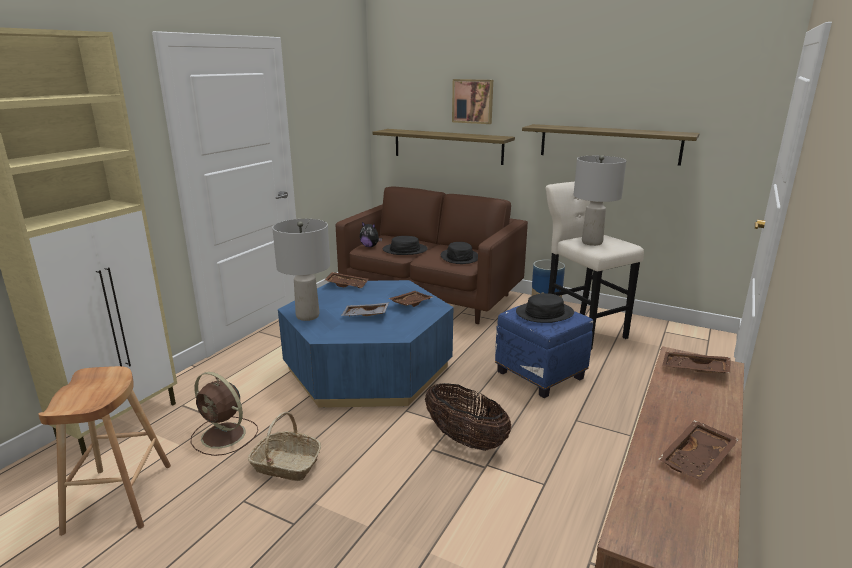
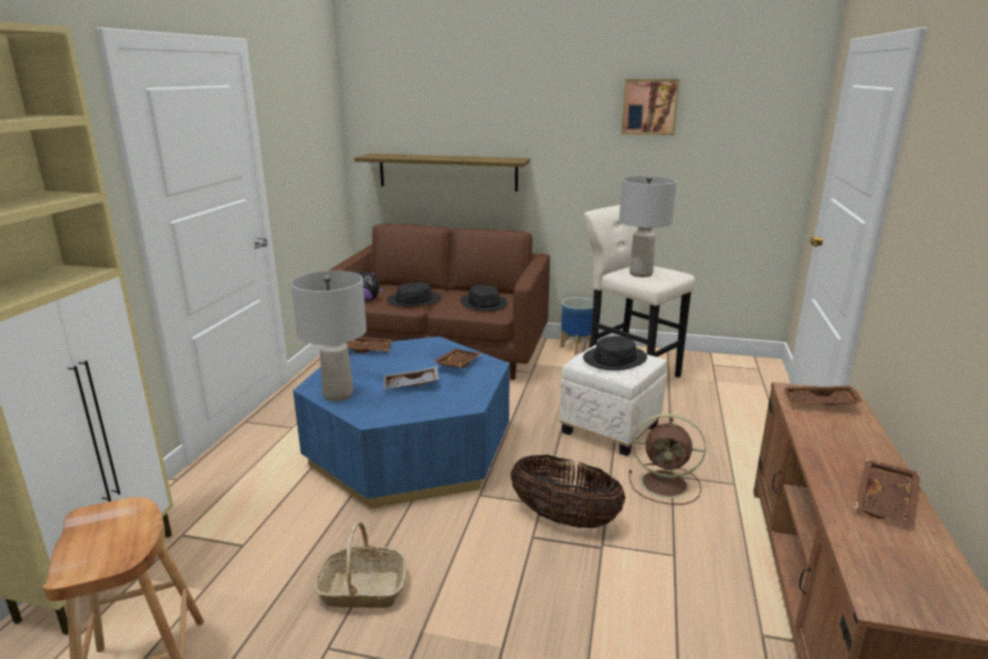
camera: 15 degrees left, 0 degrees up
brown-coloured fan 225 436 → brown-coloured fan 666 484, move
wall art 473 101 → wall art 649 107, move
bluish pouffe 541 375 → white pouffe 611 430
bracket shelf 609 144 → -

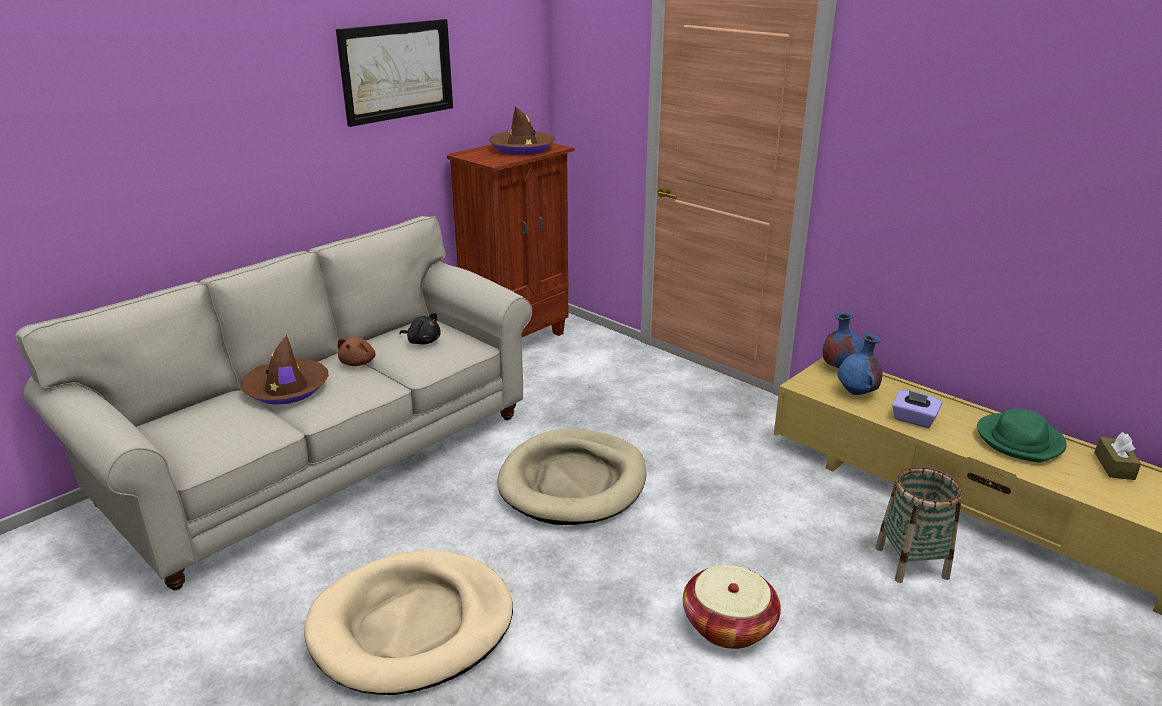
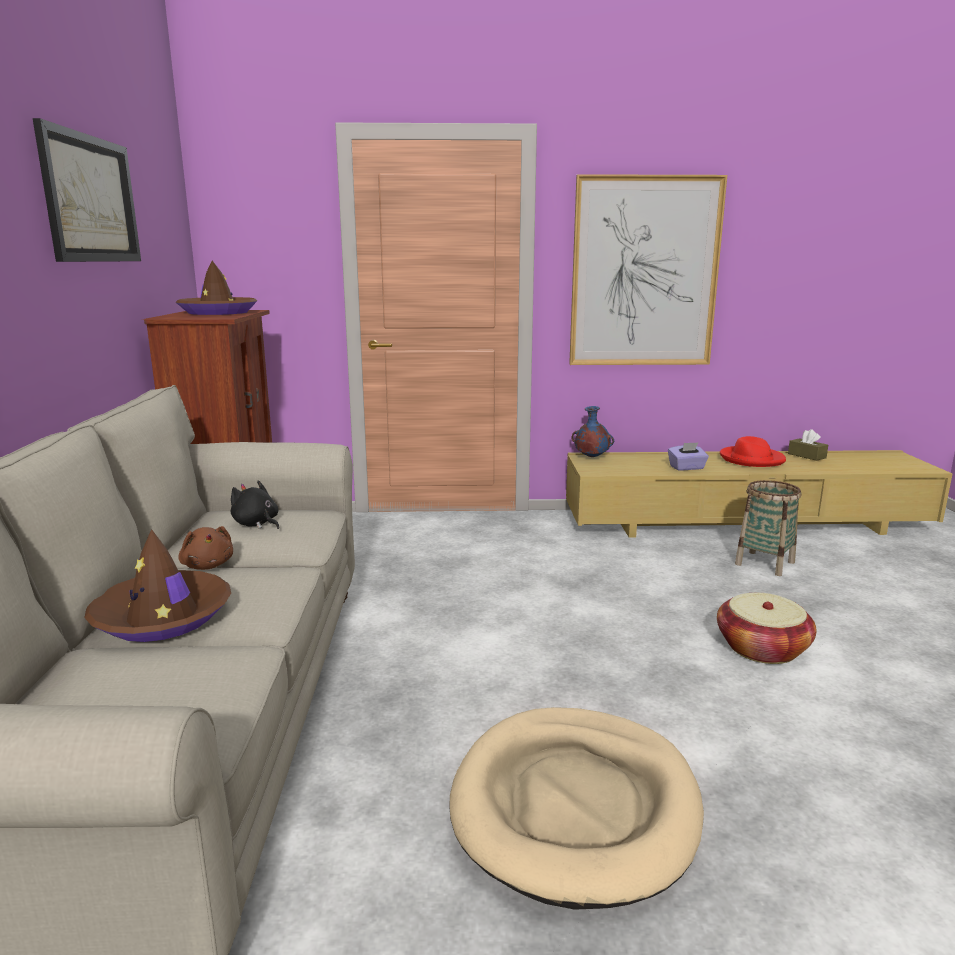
camera: 45 degrees left, 10 degrees down
black soft toy 423 341 → black soft toy 257 524, 120 degrees counterclockwise
beige dog bed 573 482 → -
bluish vase 857 393 → -
green-coloured clothing hat 1020 440 → red clothing hat 751 459
- → wall art 644 273

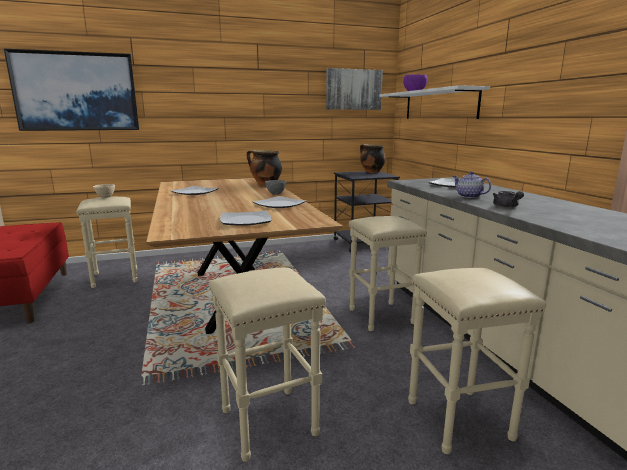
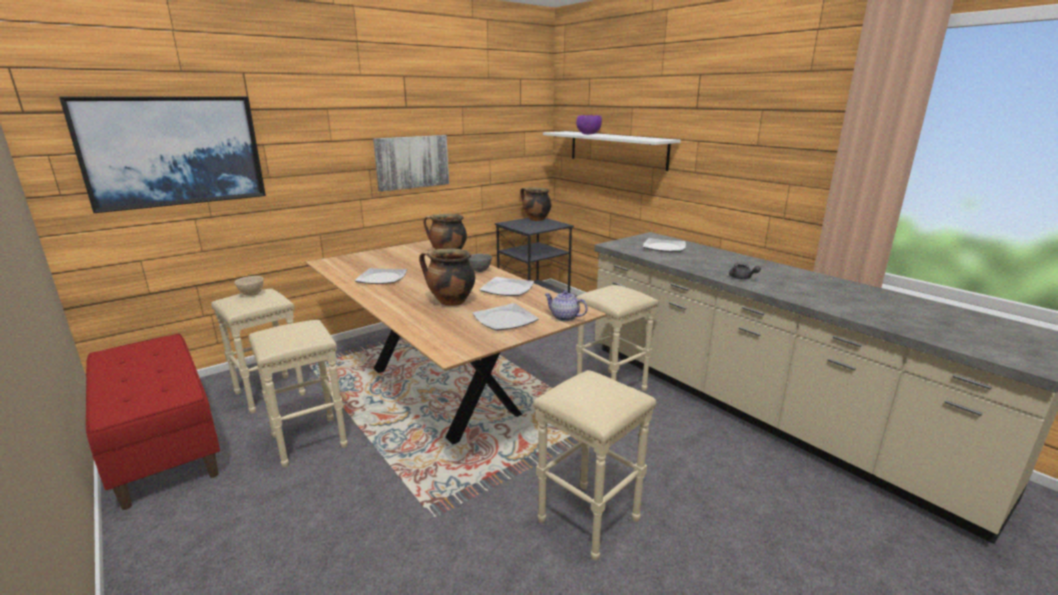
camera: 20 degrees left, 5 degrees up
wall art 353 89 → wall art 412 162, move
beige stool seat 456 418 → beige stool seat 307 440, move
teapot 468 196 → teapot 564 317, move
- → stockpot 450 302

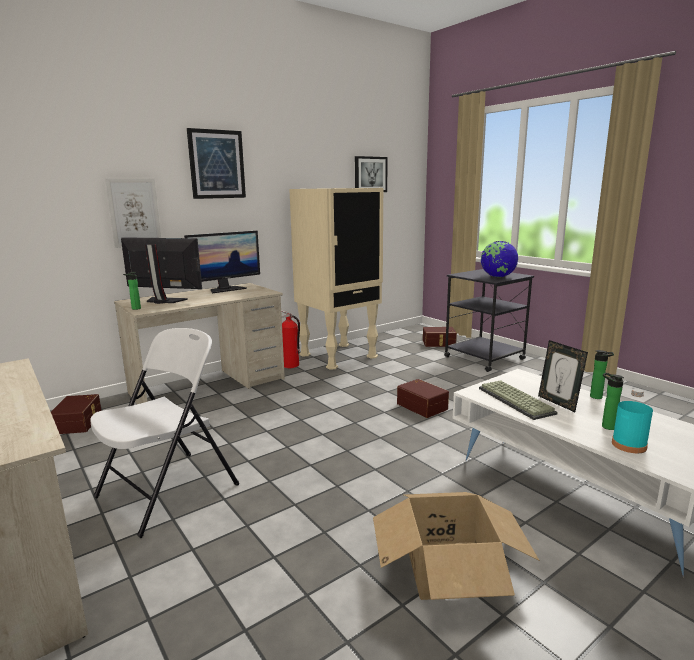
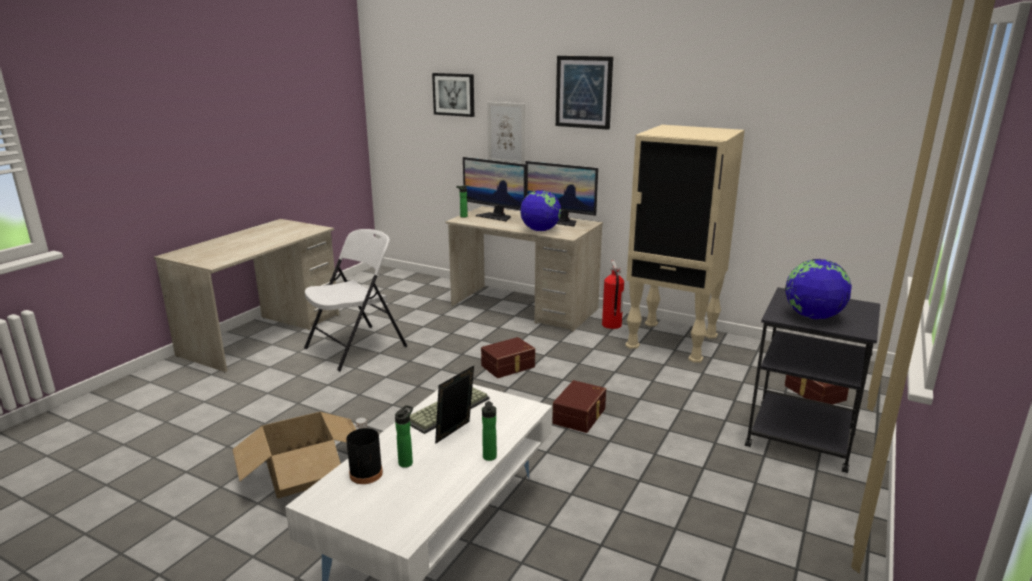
camera: 65 degrees right, 5 degrees up
brown-coloured storage bin 79 422 → brown-coloured storage bin 509 366, move
white upright chair 168 490 → white upright chair 356 347, 60 degrees counterclockwise
computer display 164 301 → computer display 496 216, 135 degrees clockwise
wall art 370 174 → wall art 454 94, move
turquoise-coloured beverage bottle 629 445 → black beverage bottle 366 474
- → desk globe 540 230

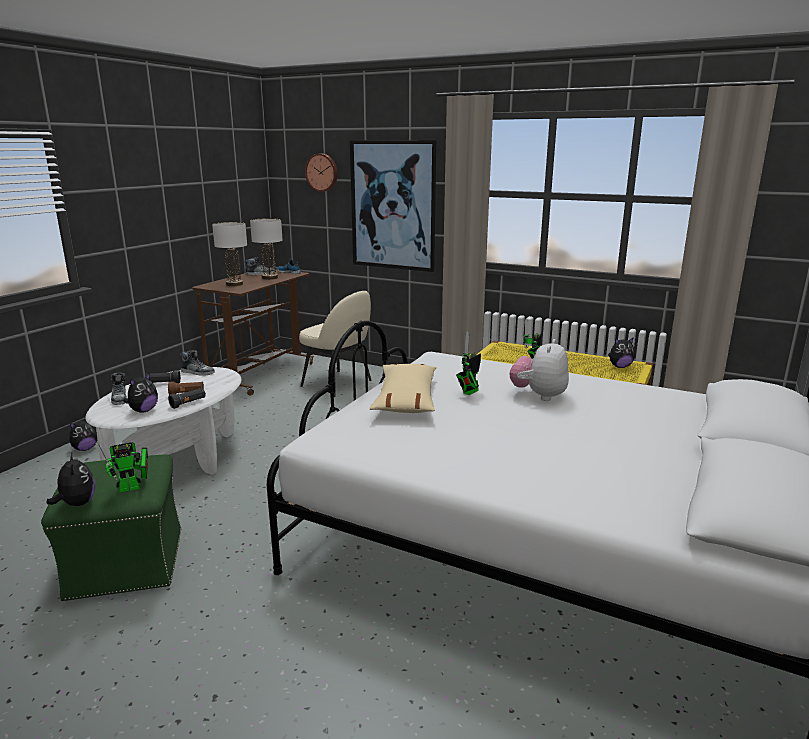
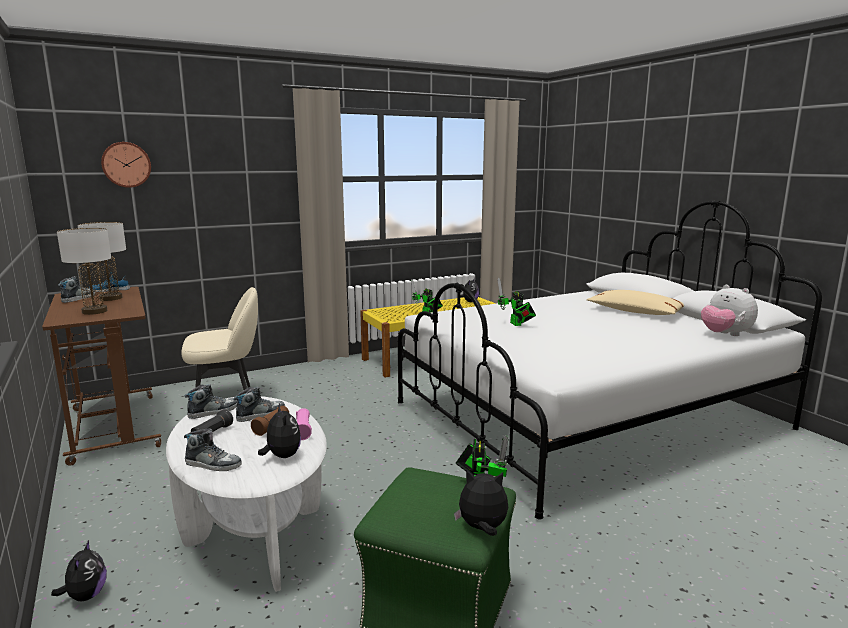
camera: 55 degrees left, 5 degrees down
black flashlight 188 403 → pink-coloured flashlight 303 430
wall art 393 206 → -
beige cushion 406 399 → beige cushion 635 312, move
soft toy 539 396 → soft toy 725 335, move
- → shoe 261 414

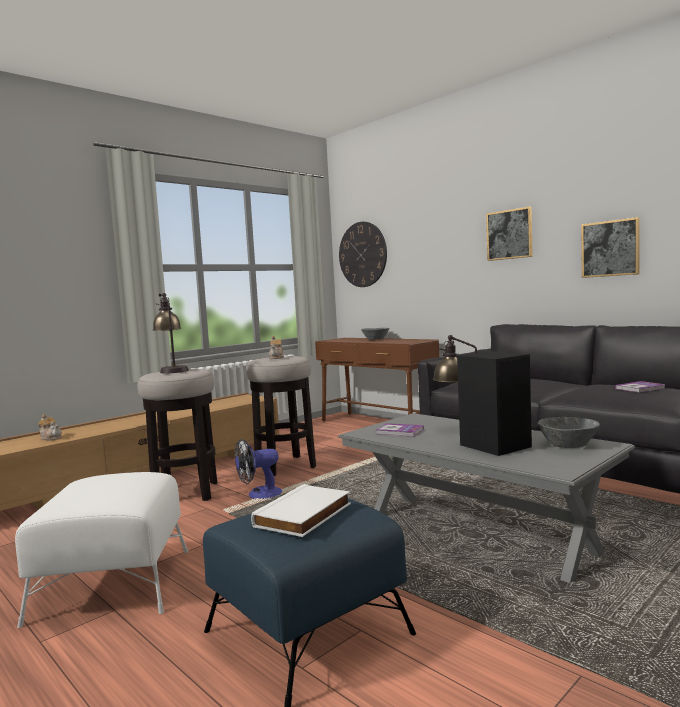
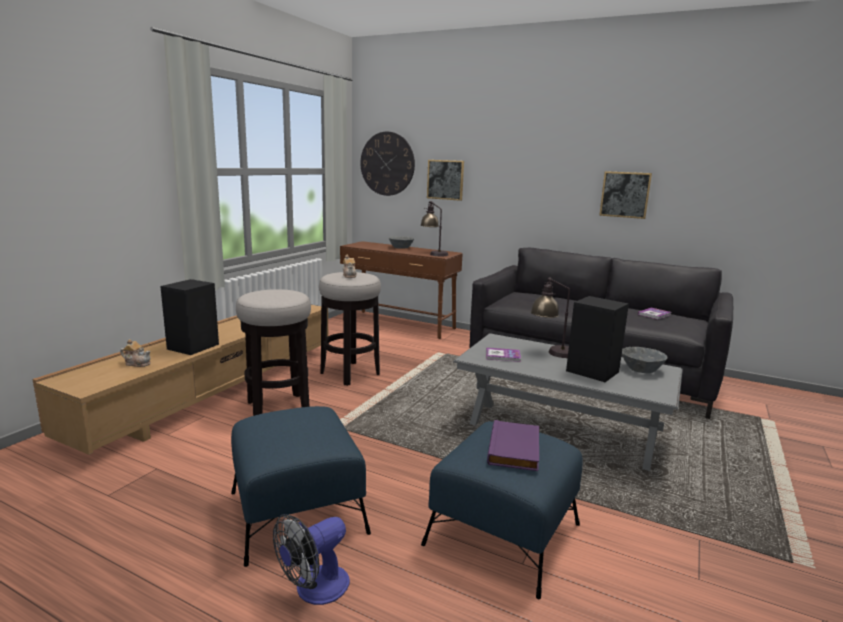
camera: 20 degrees left, 10 degrees up
white pouffe 114 584 → bluish pouffe 298 511
tabletop lamp 172 370 → tabletop lamp 433 253, move
fan 259 494 → fan 314 590, move
white bound book 304 516 → purple bound book 515 449
wall art 509 234 → wall art 445 179, move
- → black audio speaker 194 346

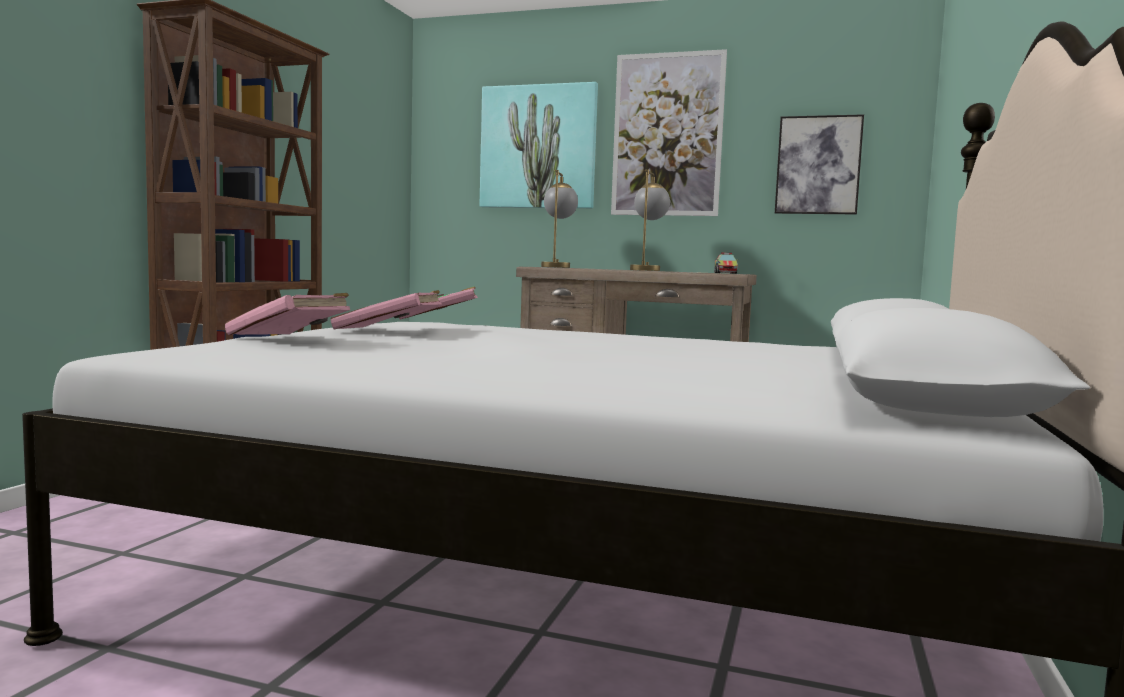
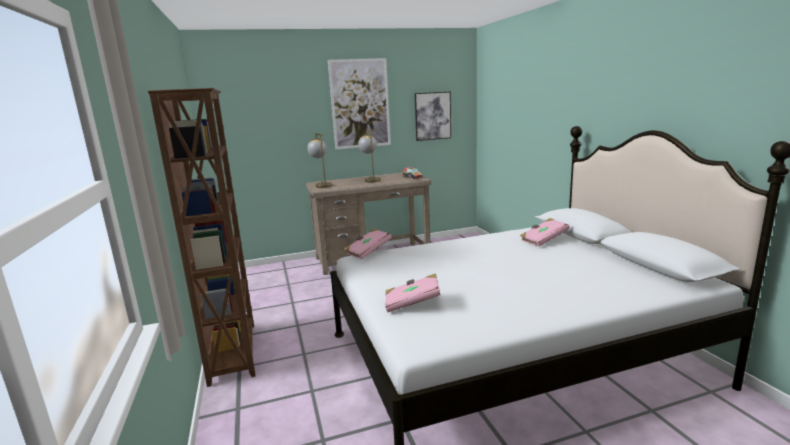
camera: 35 degrees left, 10 degrees up
pink-coloured bound book 387 331 → pink-coloured bound book 543 240, move
wall art 538 147 → -

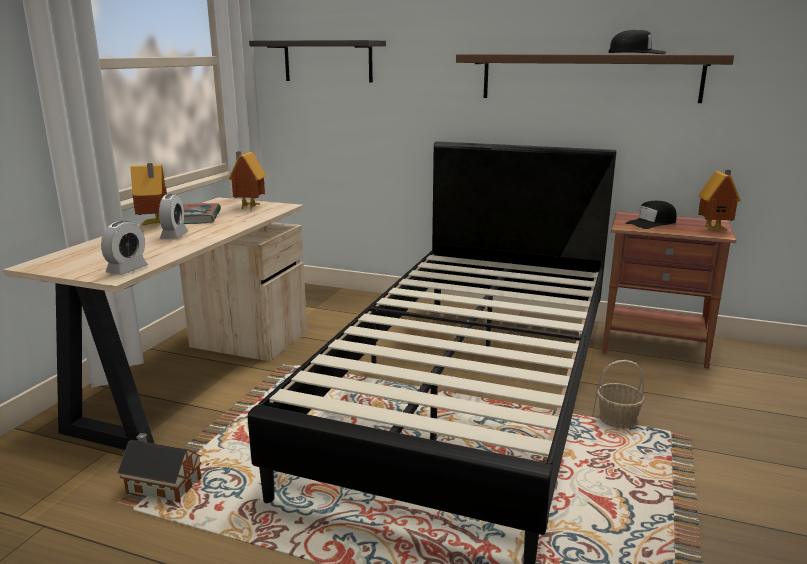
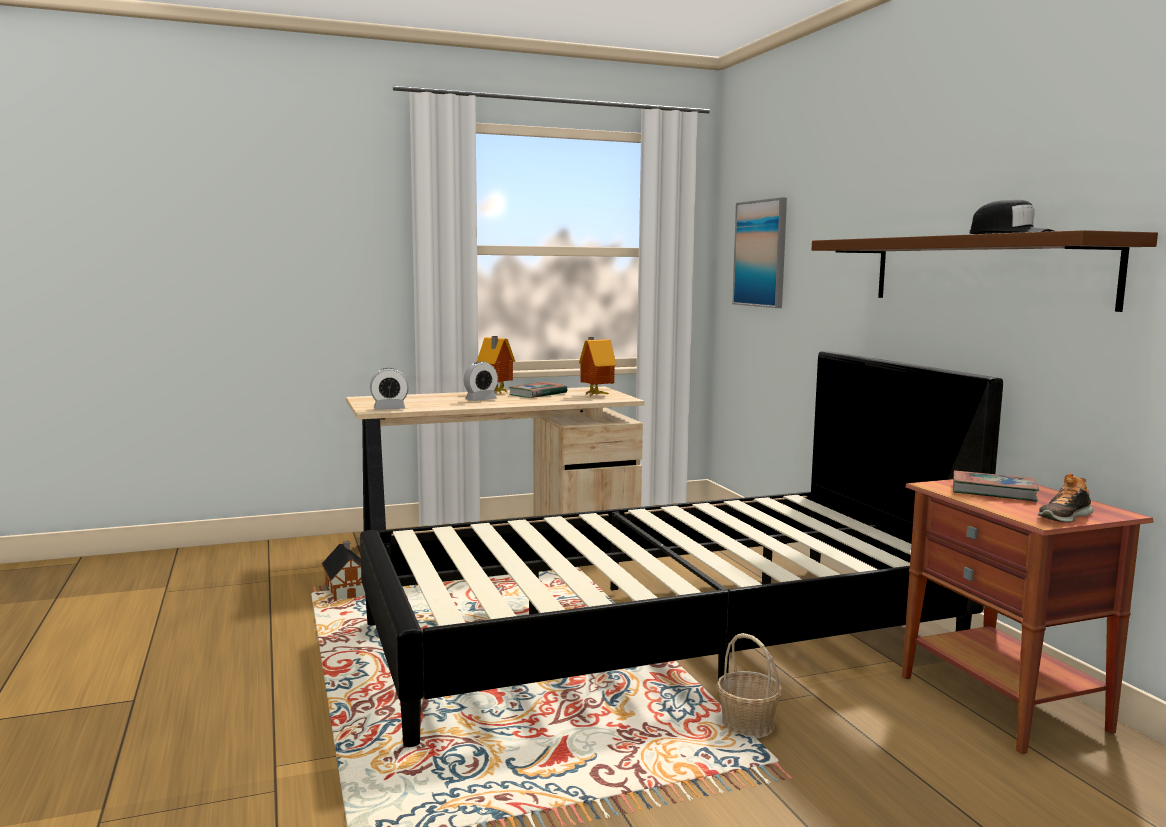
camera: 50 degrees right, 10 degrees down
bracket shelf 328 61 → wall art 761 253
black cap 651 223 → bound book 993 491
miniature house 715 230 → shoe 1064 517

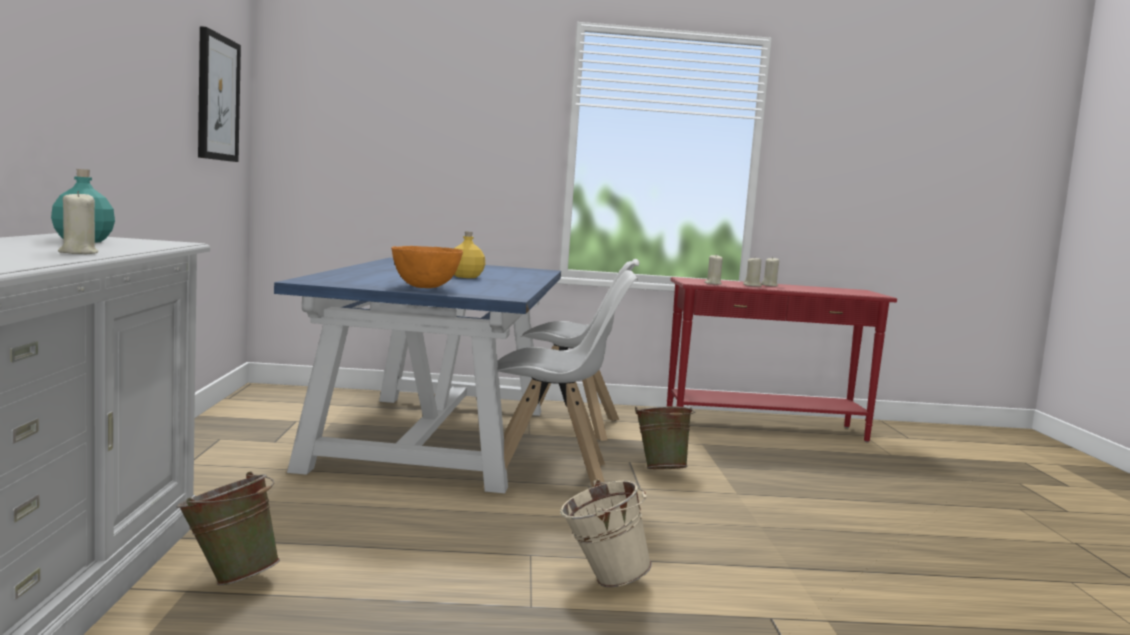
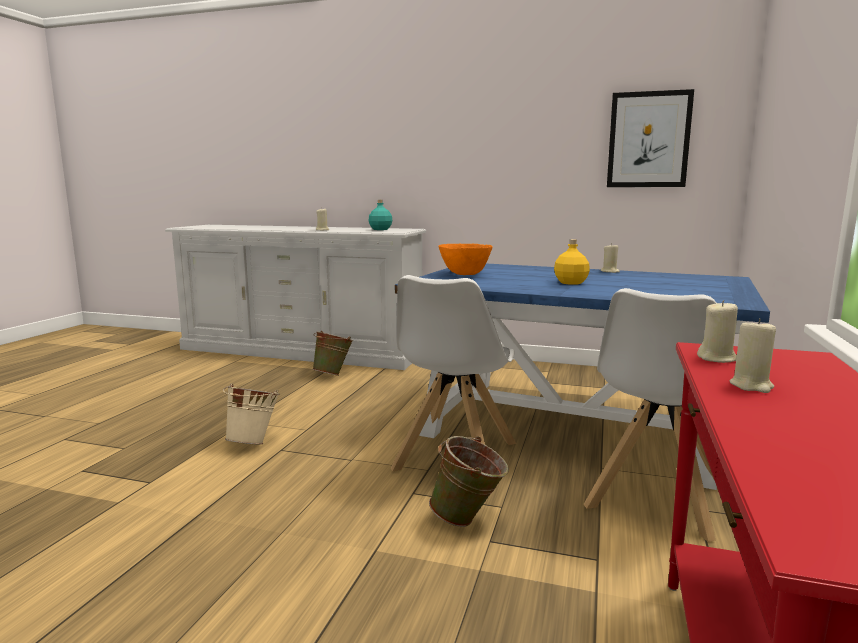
camera: 110 degrees right, 5 degrees up
beige wax light 769 285 → beige wax light 610 271, move

